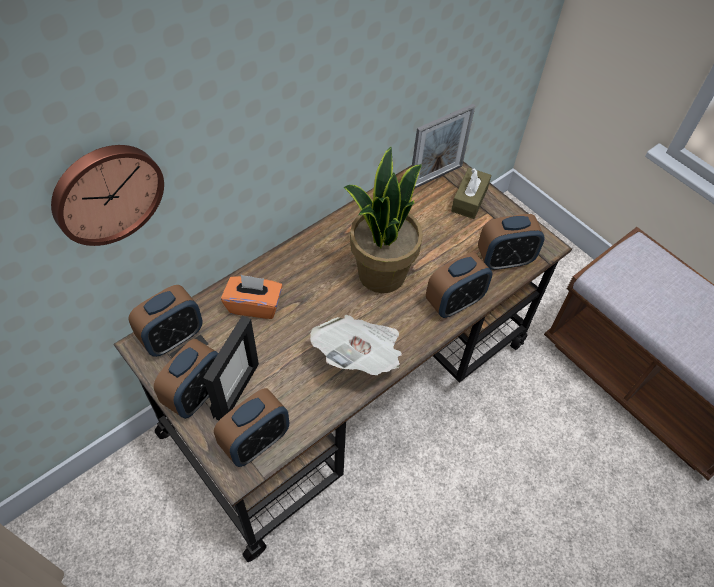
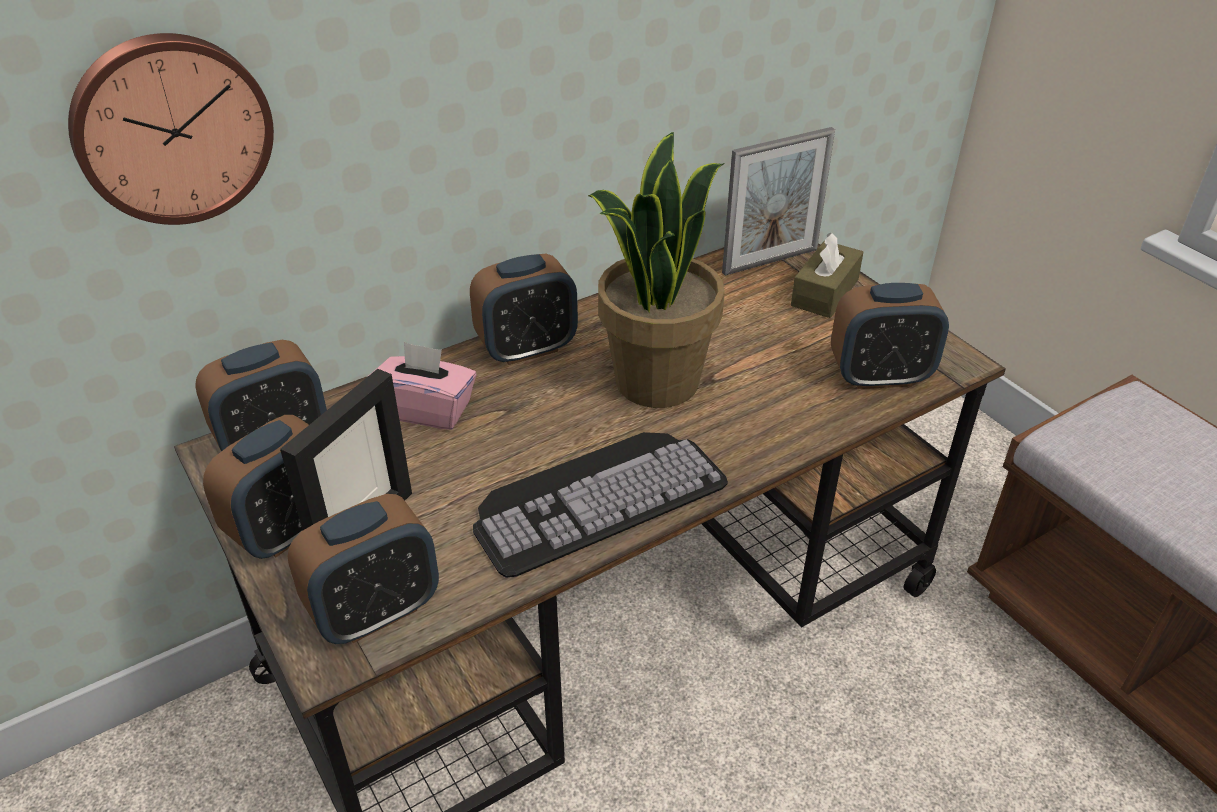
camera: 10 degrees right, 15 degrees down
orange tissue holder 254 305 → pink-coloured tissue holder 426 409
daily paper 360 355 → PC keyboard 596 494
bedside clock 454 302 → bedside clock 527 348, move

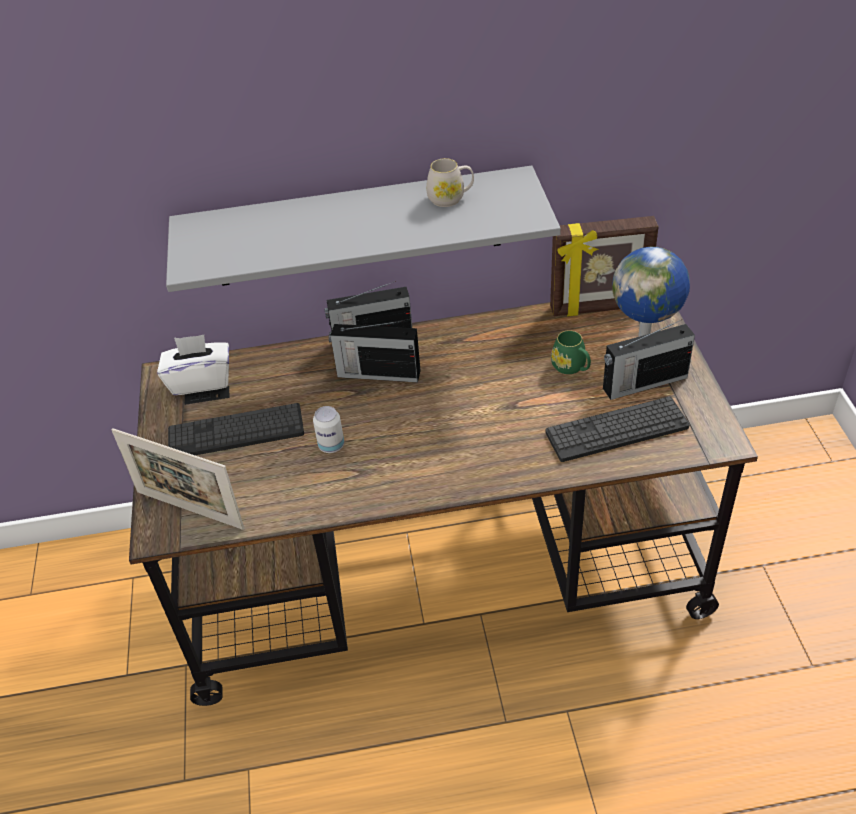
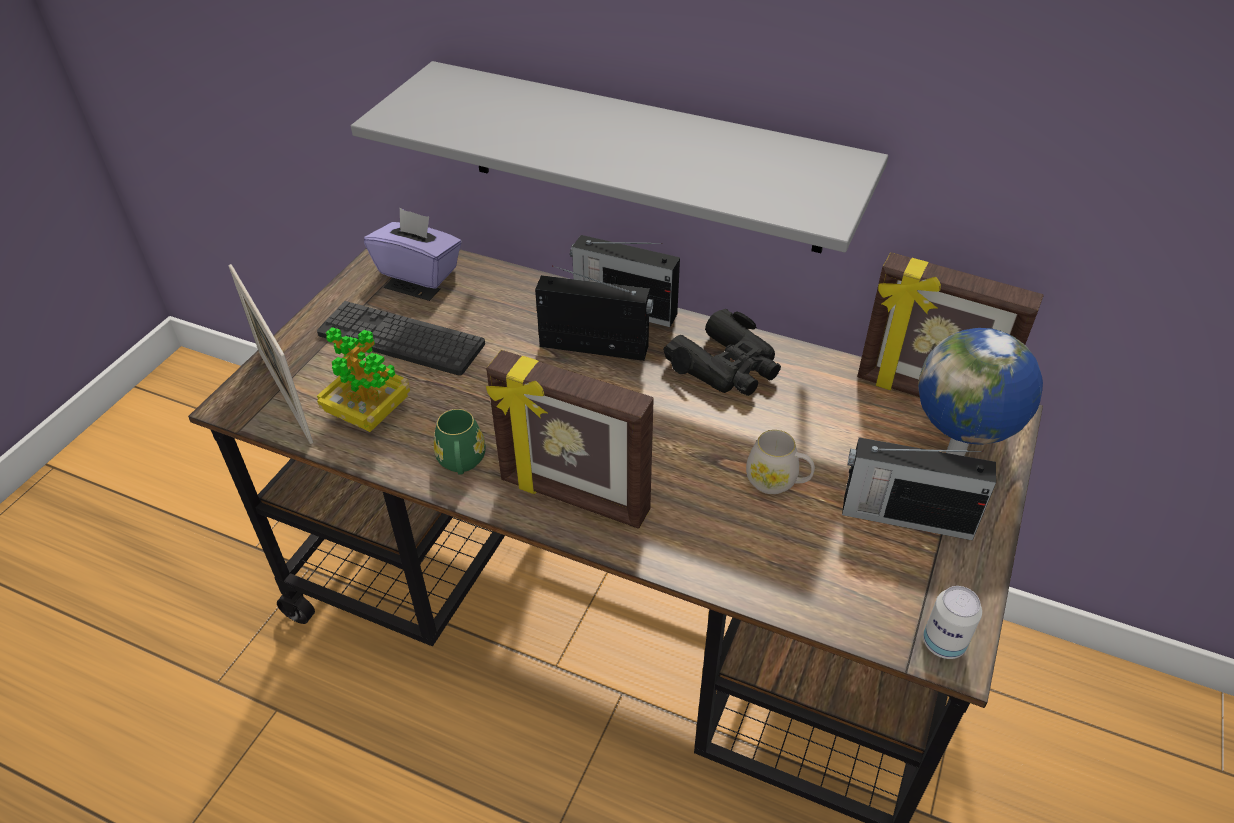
camera: 30 degrees right, 0 degrees up
white tissue holder 200 380 → purple tissue holder 419 270
sealed can 331 446 → sealed can 943 643, move
radio 377 373 → radio 596 347, 150 degrees clockwise
white tea mug 450 198 → white tea mug 777 481, move
PC keyboard 616 430 → -
green-coloured tea mug 571 367 → green-coloured tea mug 461 463, move
- → plant in a pot 369 414
- → picture frame 573 497
- → black field glasses 726 367

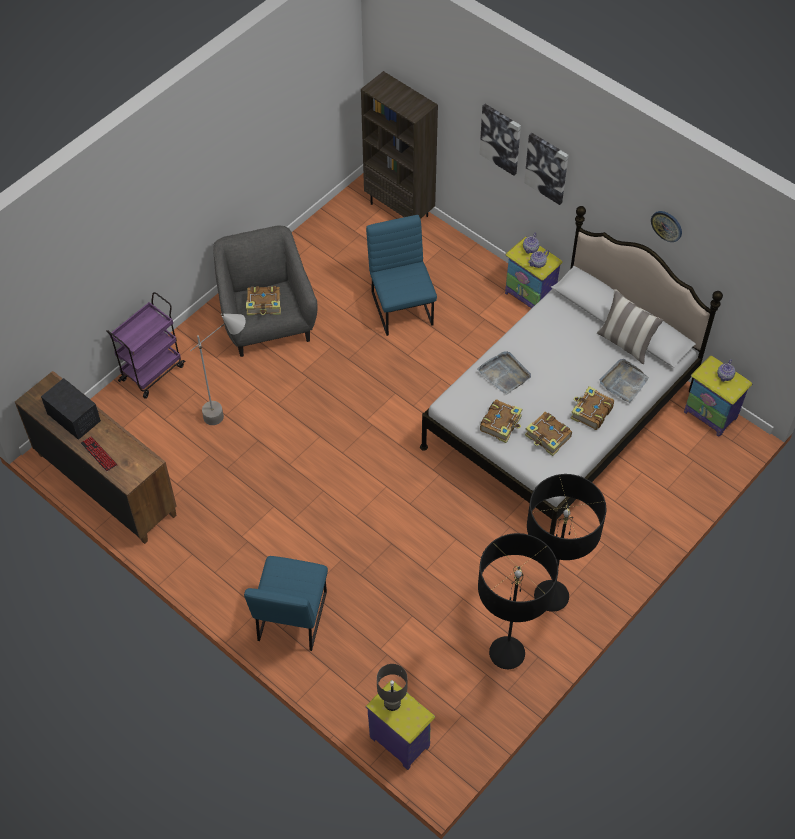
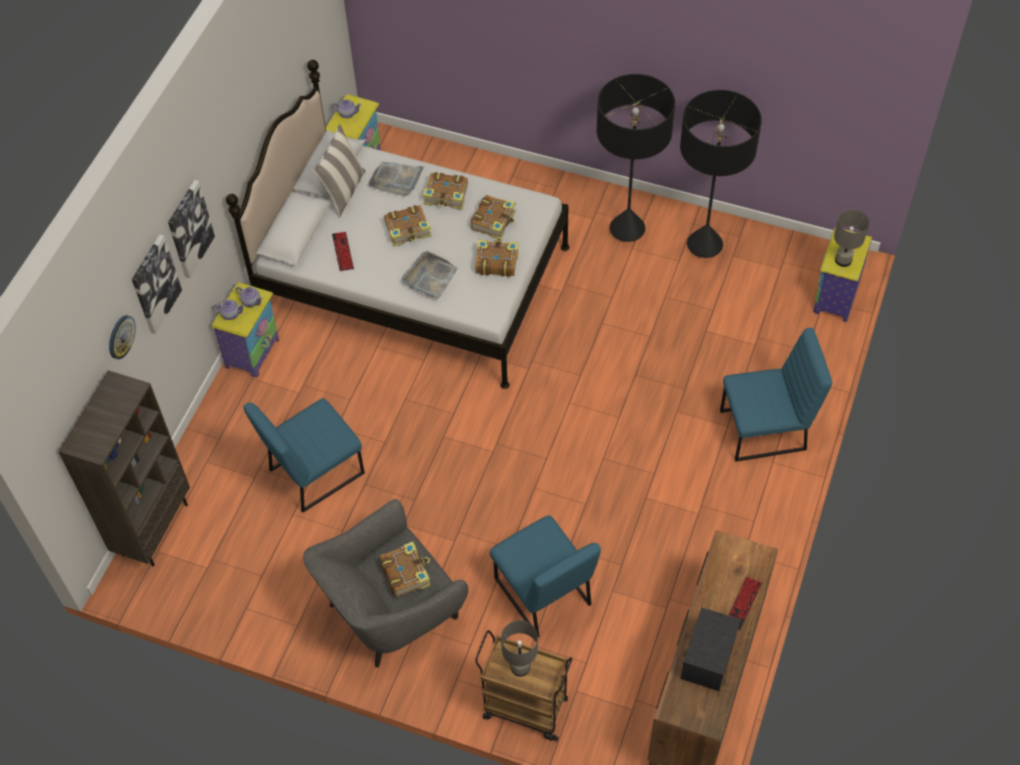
camera: 110 degrees left, 0 degrees up
purple wheeled cart 153 373 → brown-coloured wheeled cart 524 708
greyish standing lamp 230 412 → bluish upright chair 543 594
clock on the wall 667 225 → clock on the wall 121 336, move
- → PC keyboard 342 252
- → bound book 408 230
- → greyish tabletop lamp 520 666

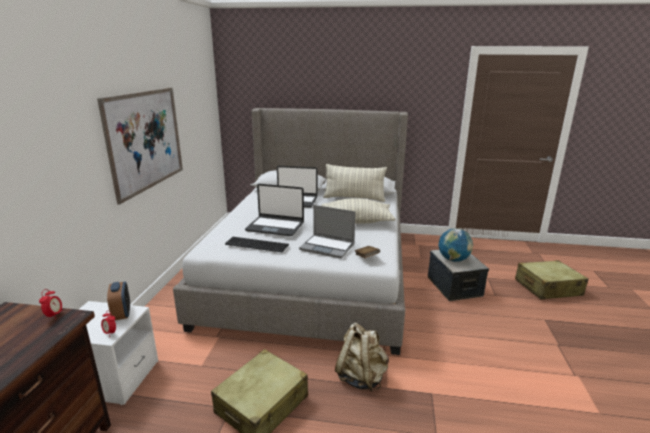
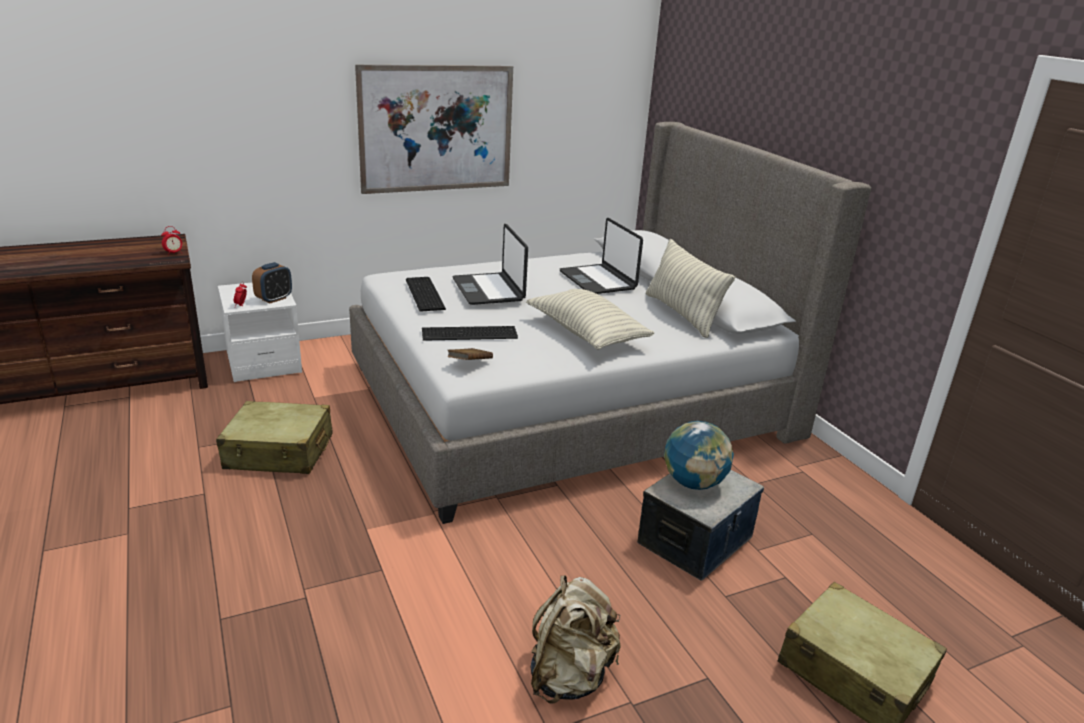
camera: 55 degrees right, 5 degrees up
laptop 328 247 → PC keyboard 470 334
beige knapsack 361 377 → beige knapsack 569 676, move

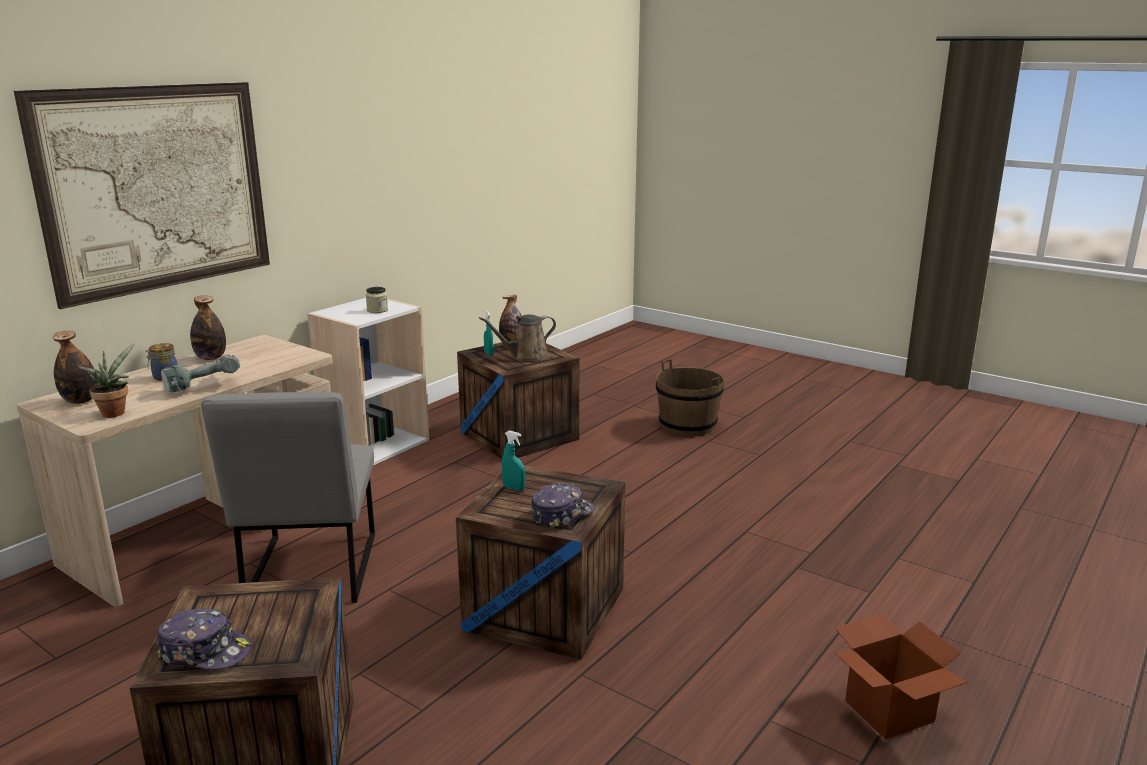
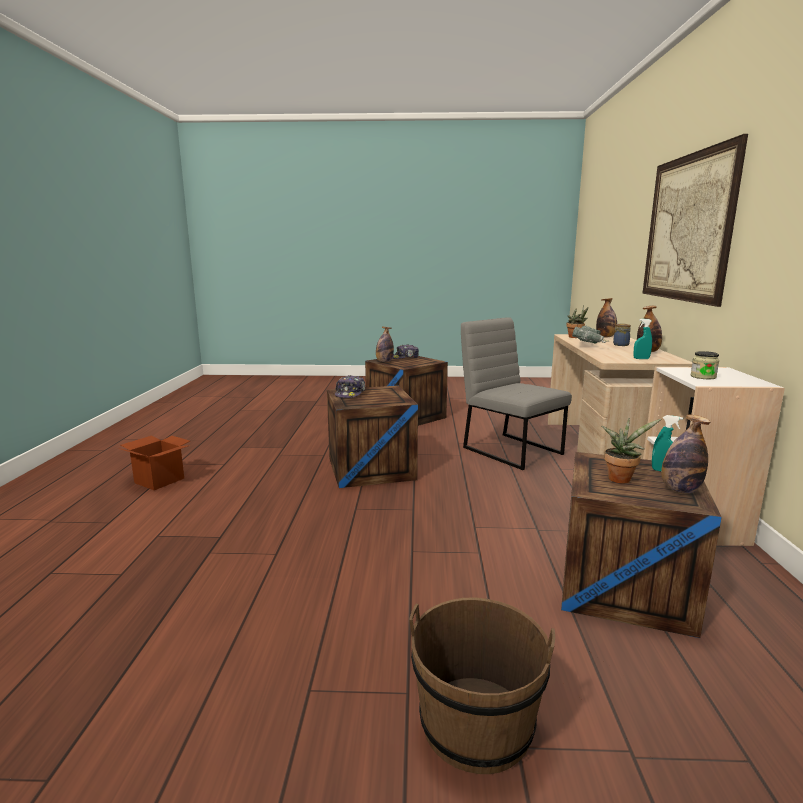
camera: 145 degrees right, 5 degrees down
brown-coloured watering can 526 356 → plant in a pot 621 478
turquoise-coloured spray bottle 513 488 → turquoise-coloured spray bottle 641 358, move
- → beverage bottle 384 362

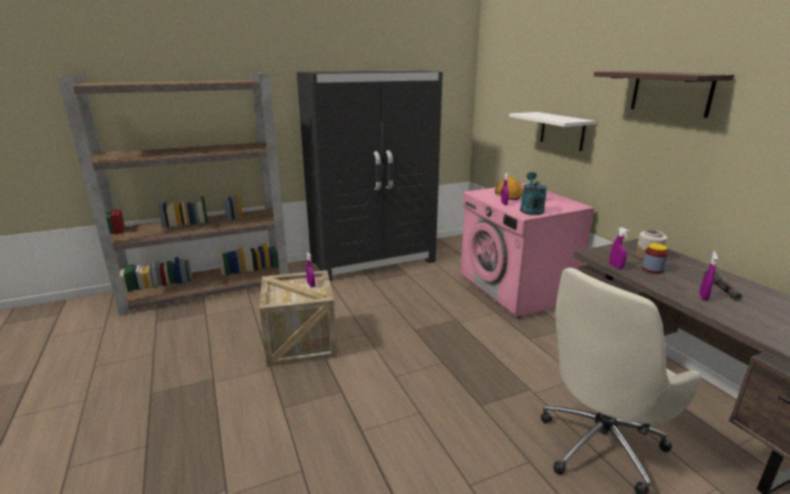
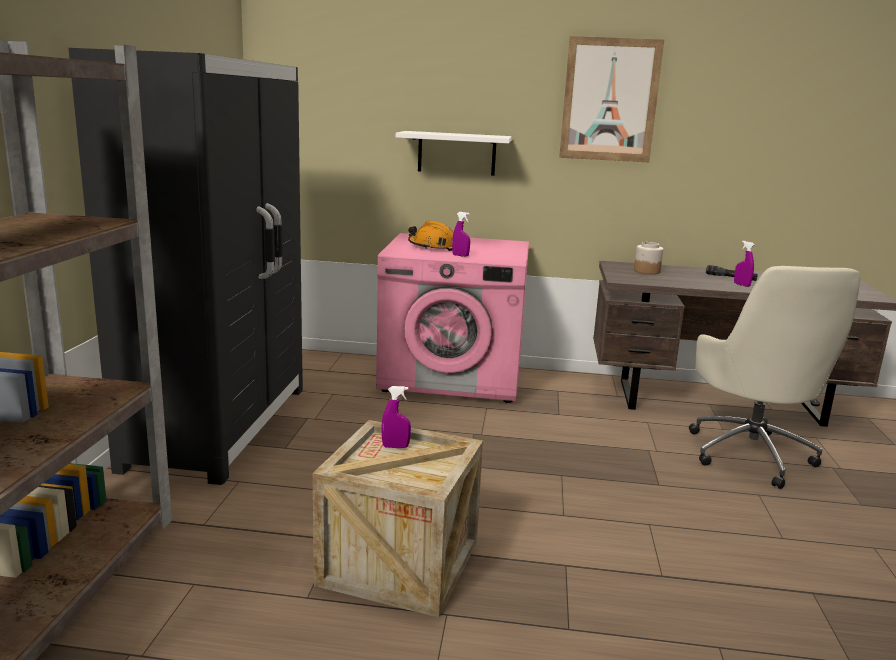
camera: 60 degrees left, 5 degrees down
turquoise-coloured watering can 531 209 → -
bracket shelf 671 93 → wall art 610 100
purple spray bottle 616 266 → -
jar 652 269 → -

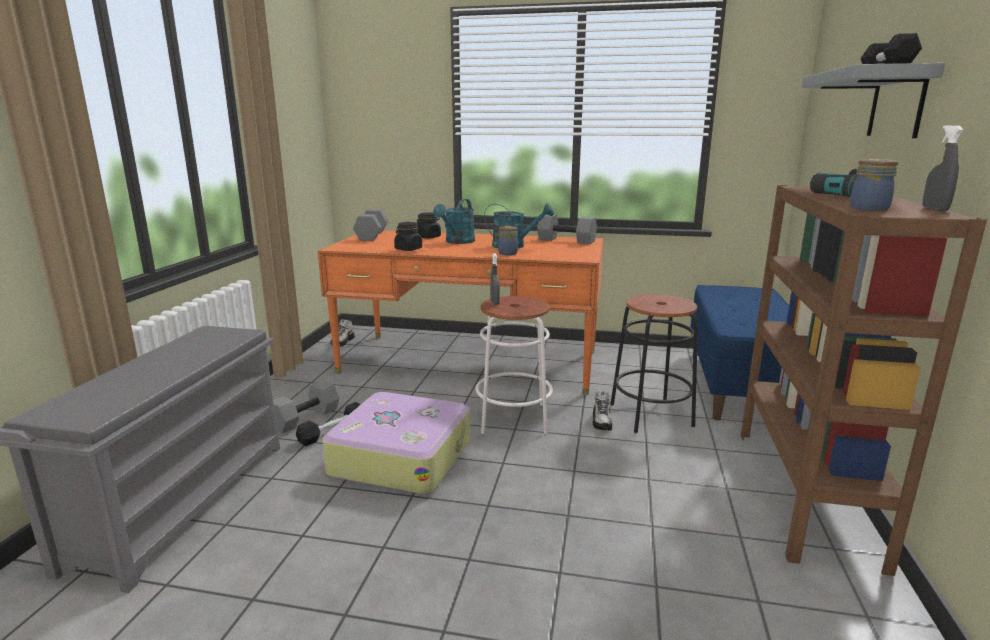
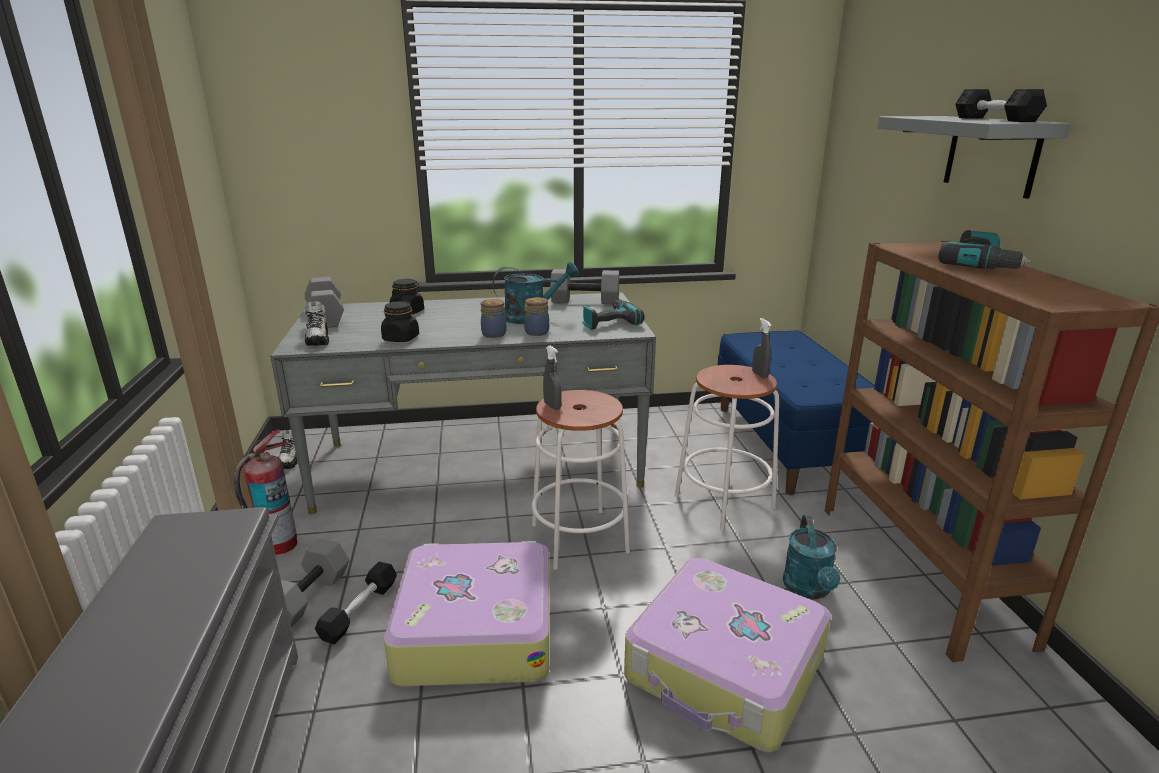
camera: 20 degrees left, 5 degrees up
orange desk unit 469 362 → greyish desk unit 480 464
turquoise-coloured watering can 457 242 → turquoise-coloured watering can 809 590, move
shoe 601 422 → shoe 318 339, move
black stool seat 651 415 → white stool seat 724 501
jar 869 209 → jar 494 334, move
greyish spray bottle 934 209 → greyish spray bottle 759 375, move
- → extinguisher 279 545
- → power drill 609 322
- → piece of luggage 725 669

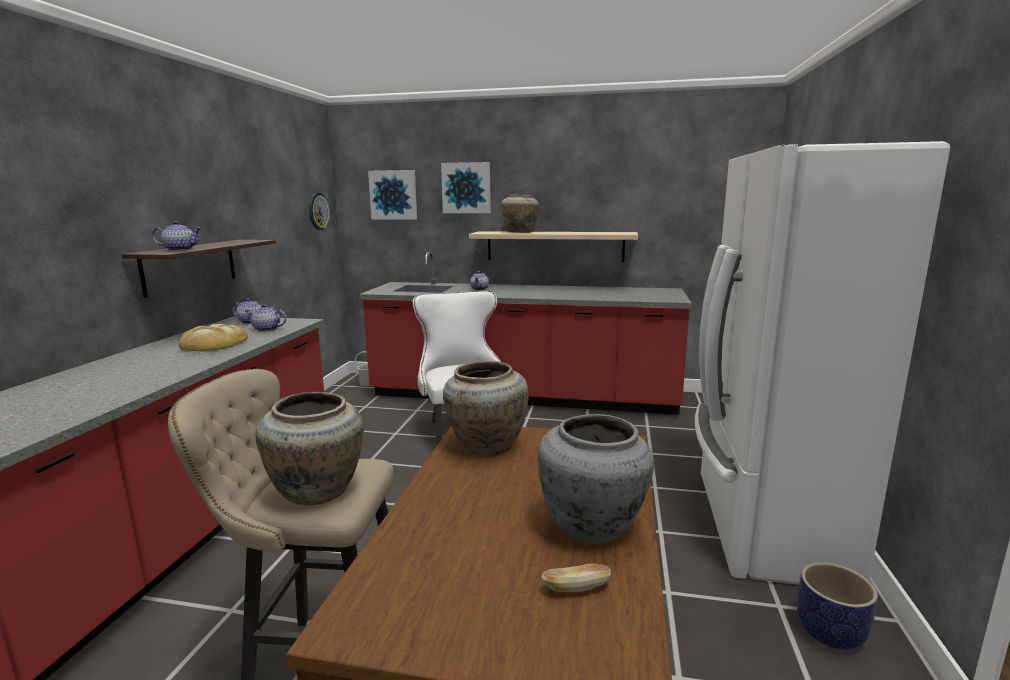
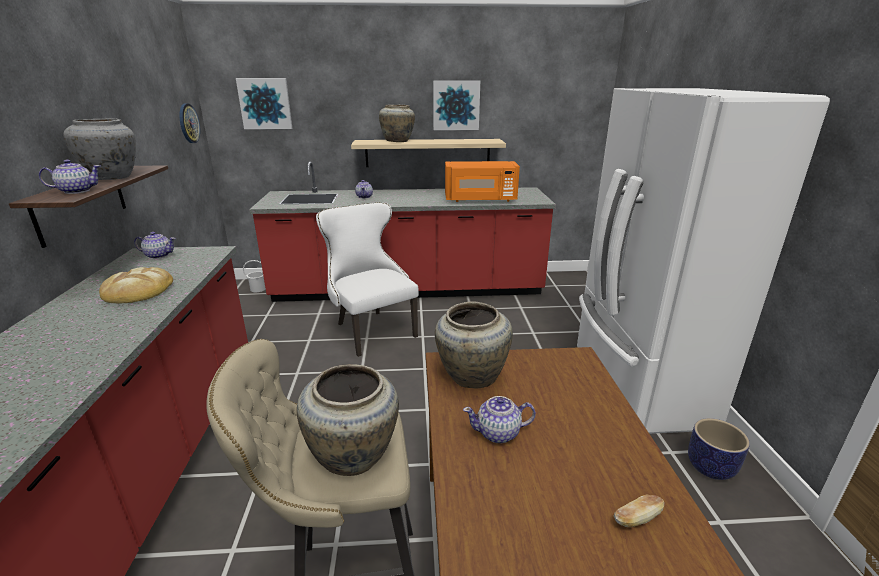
camera: 15 degrees left, 10 degrees up
teapot 267 329 → teapot 498 433, move
wall art 466 188 → wall art 456 105, move
greyish vase 593 526 → greyish vase 112 177, move
- → orange kitchen microwave 480 200

